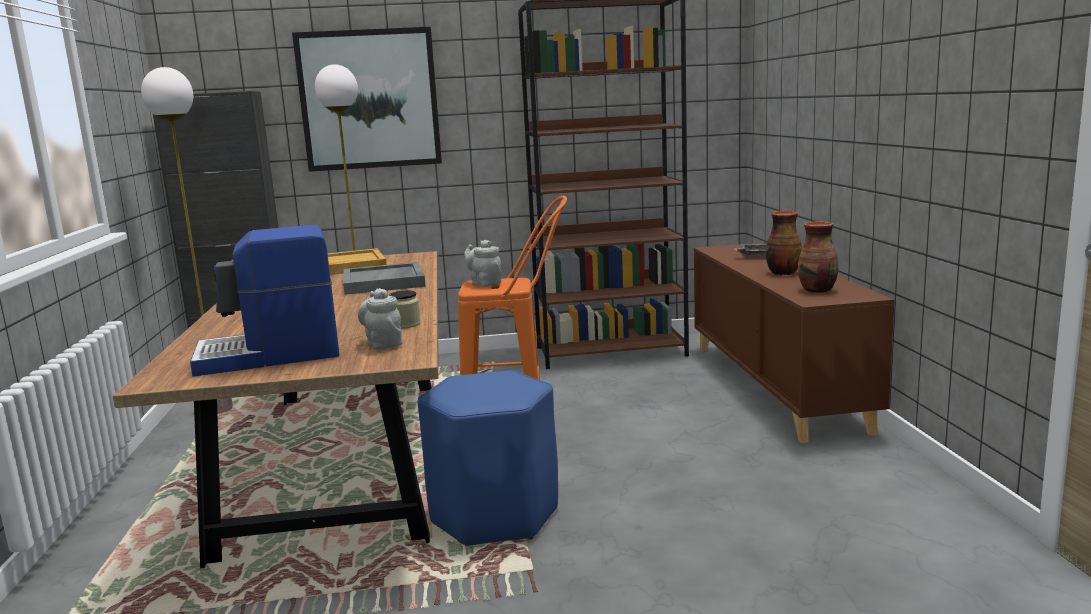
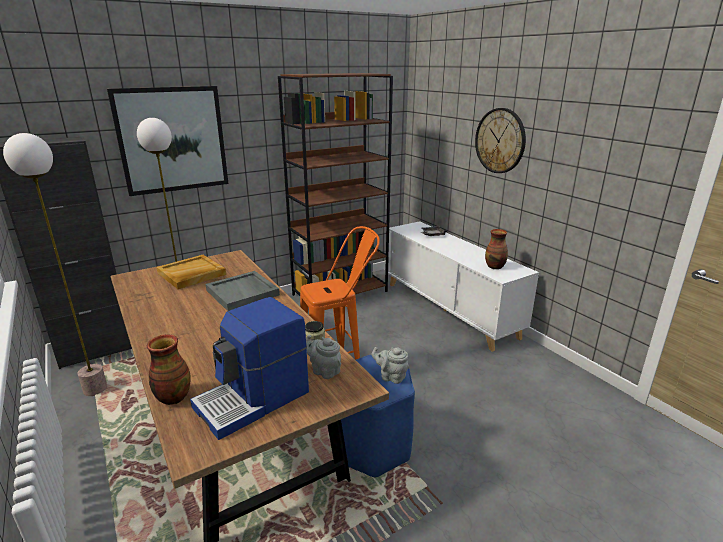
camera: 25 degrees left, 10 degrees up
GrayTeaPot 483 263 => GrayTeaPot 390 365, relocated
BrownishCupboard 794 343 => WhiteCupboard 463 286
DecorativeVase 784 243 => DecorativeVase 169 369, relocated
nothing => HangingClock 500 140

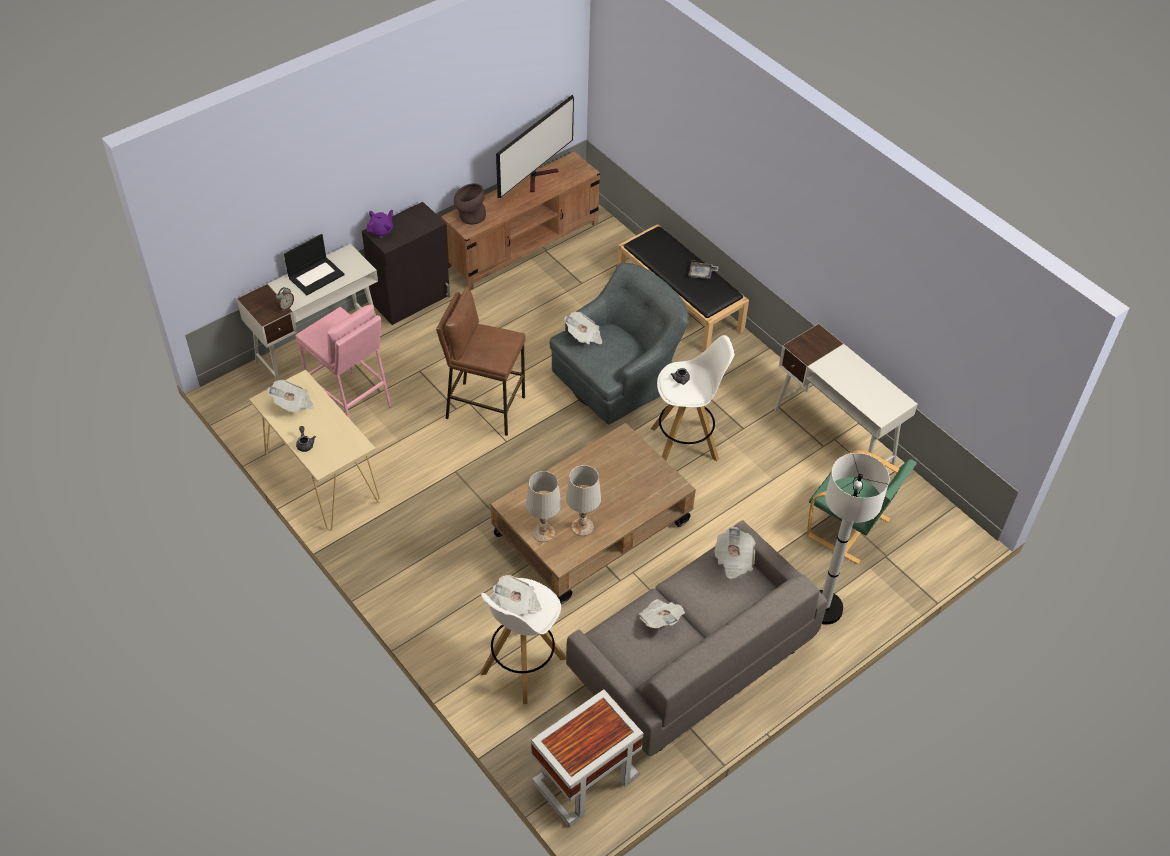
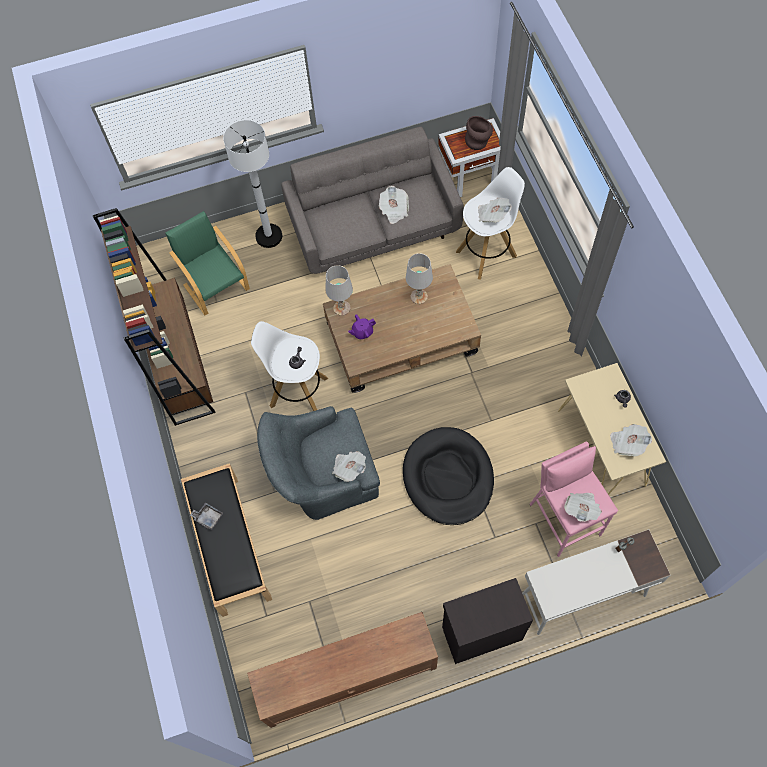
camera: 155 degrees left, 15 degrees up
NotebookComputer 314 264 => nothing
PurpleColouredTeaPot 380 224 => PurpleColouredTeaPot 362 326, relocated
BrownishStool 481 361 => BlackColouredDogCushion 448 476
BrownishDecorativeVase 470 203 => BrownishDecorativeVase 479 133, relocated
Tv 535 146 => nothing
WhiteLampForATable 543 506 => WhiteLampForATable 339 290, relocated
DailyPaper 735 553 => DailyPaper 583 507, relocated
WhiteDesk 846 394 => BrownishBookshelf 154 317

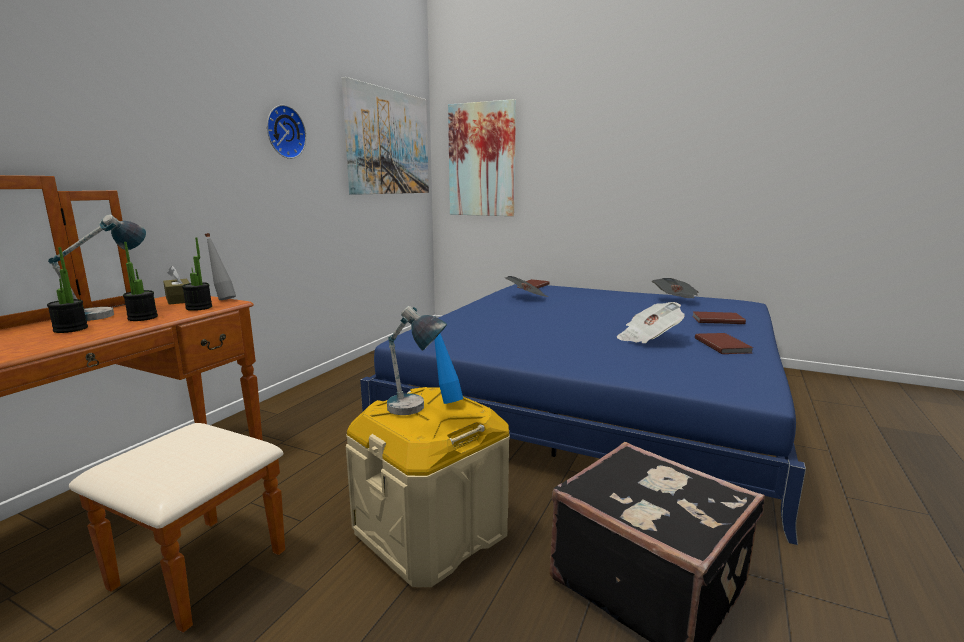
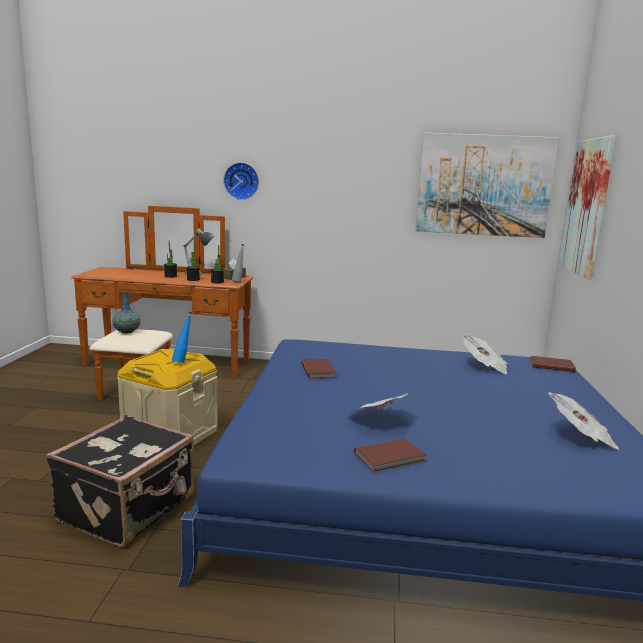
camera: 70 degrees right, 0 degrees up
HangingClock 286 132 => HangingClock 241 181, relocated
LampForATable 417 360 => nothing
BrownishBook 719 317 => BrownishBook 318 369, relocated
nothing => DecorativeVase 126 312

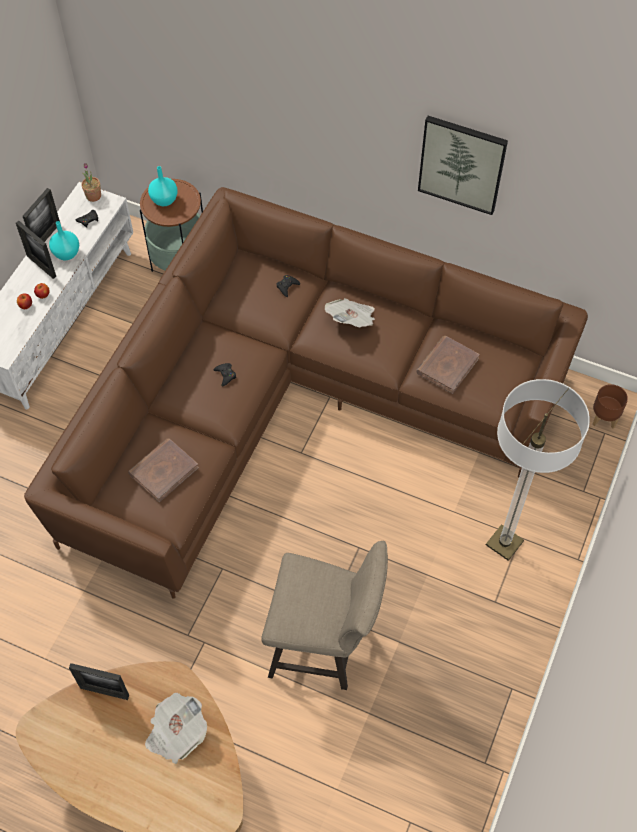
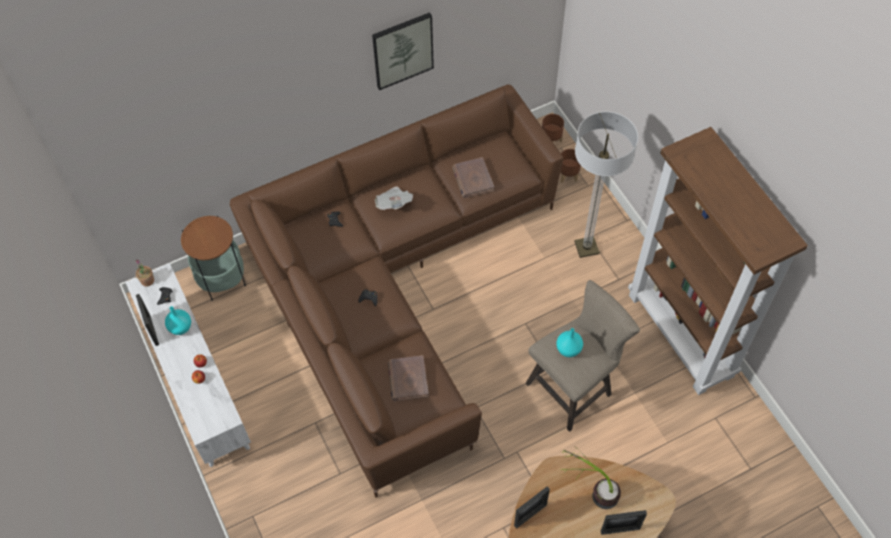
camera: 50 degrees left, 0 degrees up
PictureFrame 36 250 => PictureFrame 624 522, relocated
DailyPaper 176 728 => PlantInAPot 590 477
BlueGreenDecorativeVase 163 186 => BlueGreenDecorativeVase 569 342, relocated
nothing => BrownishFlowerPot 570 166
nothing => BrownishBookshelf 718 261

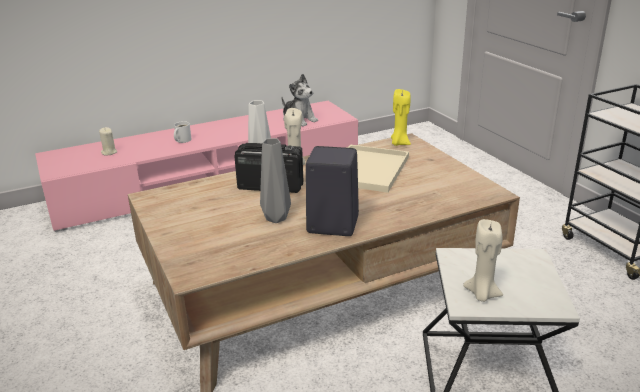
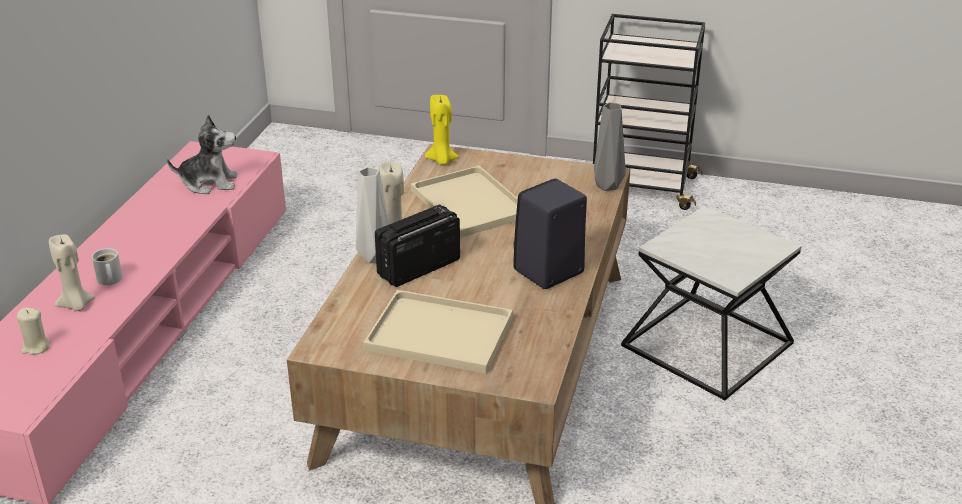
camera: 50 degrees left, 5 degrees up
GrayDecorativeVase 275 180 => GrayDecorativeVase 610 146, relocated
BeigeColouredWaxCandle 483 260 => BeigeColouredWaxCandle 72 272, relocated
nothing => BeigeColouredTray 438 331

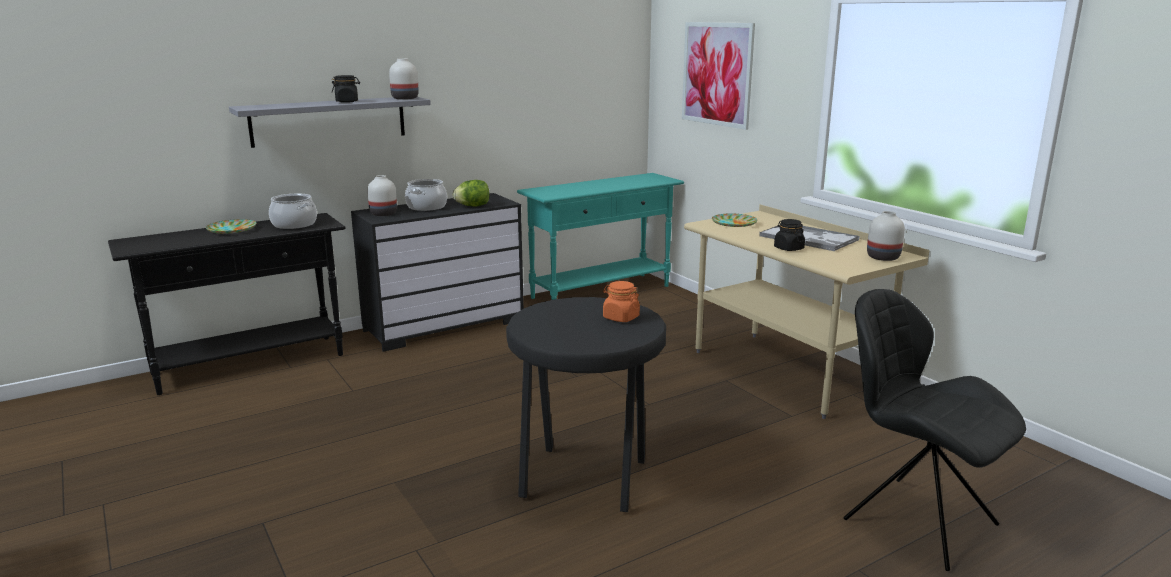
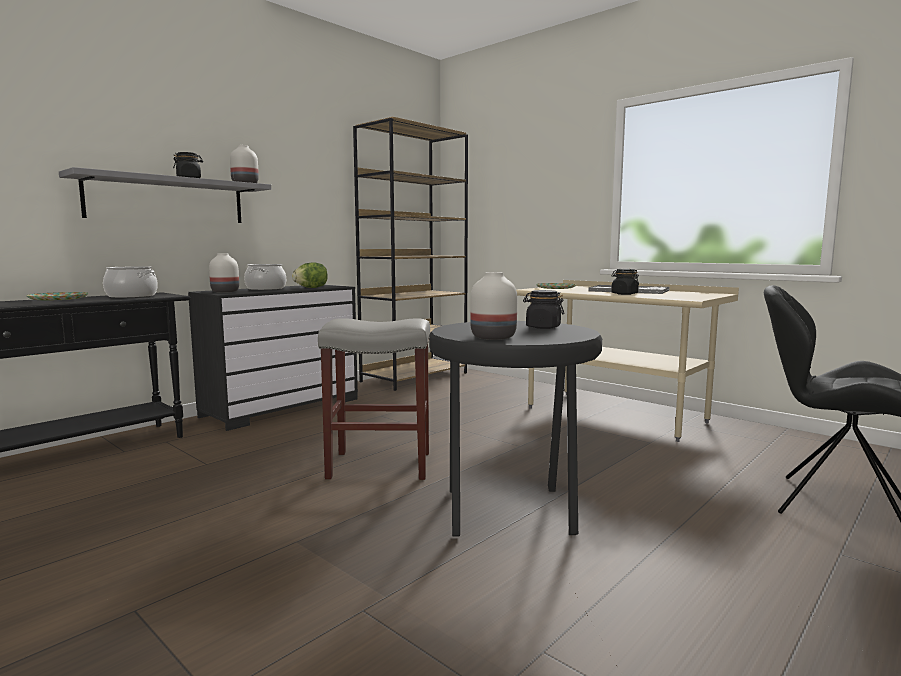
camera: 15 degrees left, 10 degrees down
BlueGreenNarrowTable 600 236 => BrownishBookshelf 410 254
OrangeColouredStorageJar 621 301 => BlackColouredStorageJar 543 309
Picture 718 76 => nothing
WhiteDecorativeVase 886 236 => WhiteDecorativeVase 493 306, relocated
nothing => GrayStool 374 399

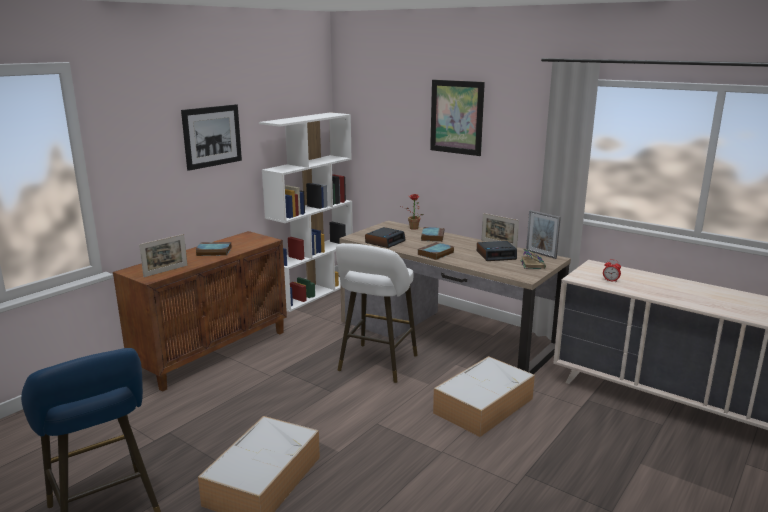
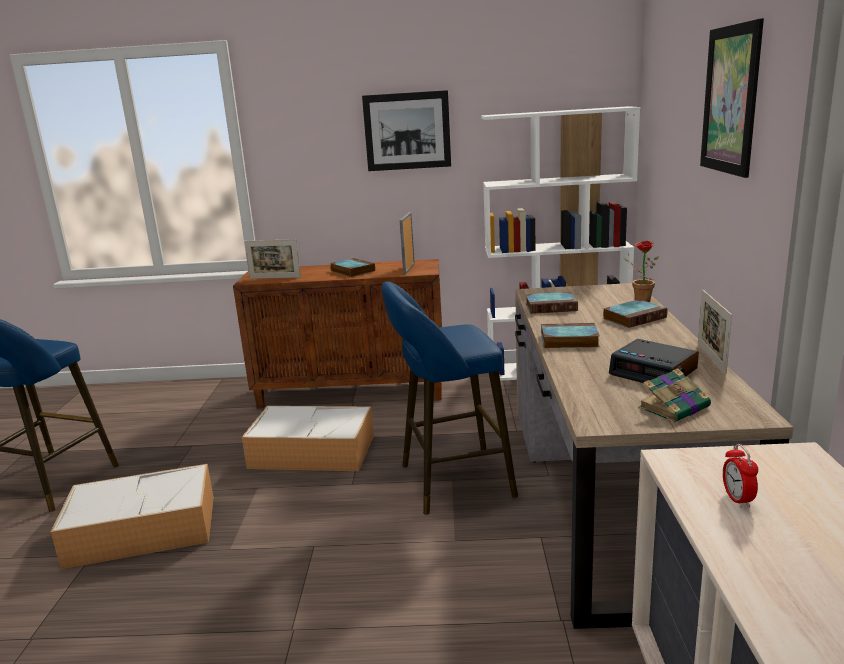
camera: 55 degrees right, 0 degrees up
WhiteStool 377 313 => BlueColouredStool 450 398
TableClock 385 237 => Book 551 303
StorageBin 484 396 => StorageBin 308 438, relocated
PictureFrame 543 234 => PictureFrame 407 243, relocated

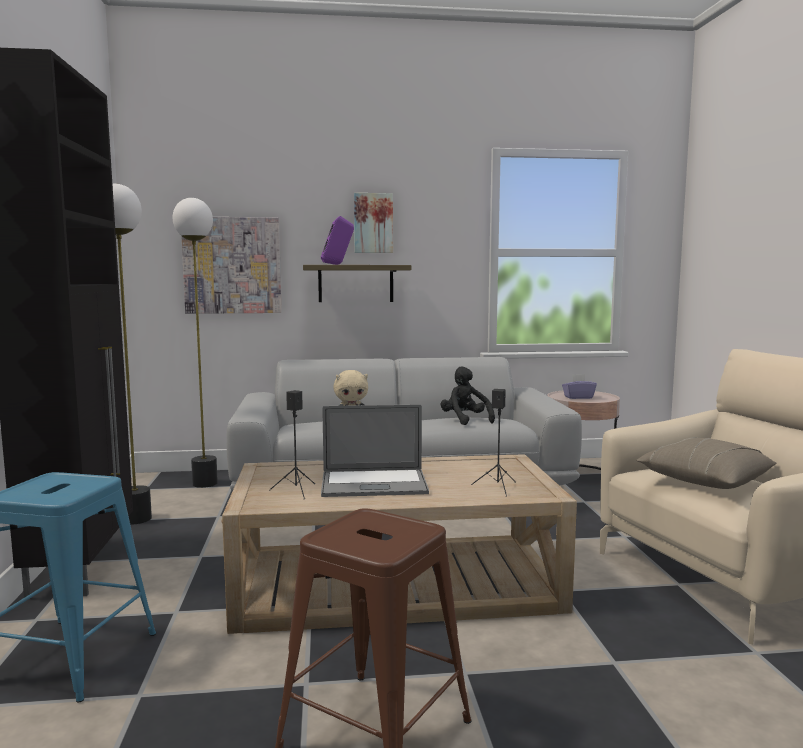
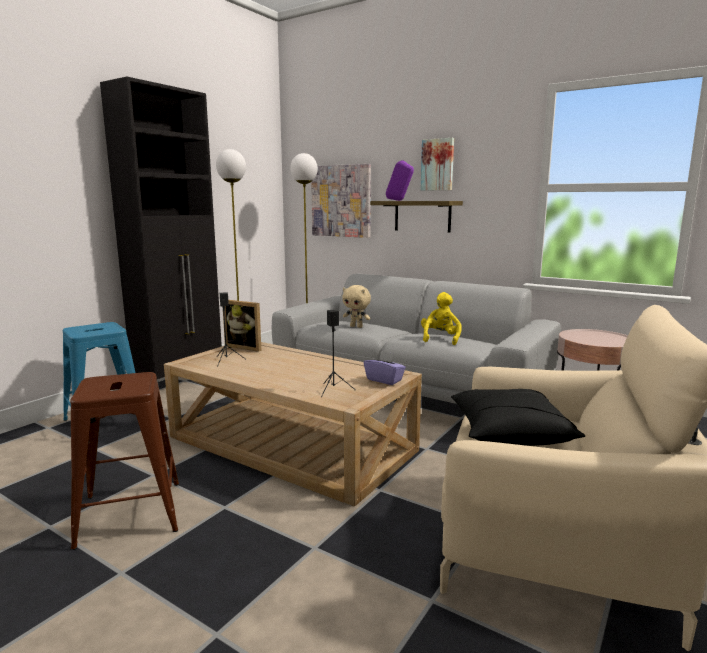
camera: 40 degrees right, 5 degrees up
NotebookComputer 375 450 => nothing
BlackColouredSoftToy 468 395 => YellowSoftToy 441 318
PurpleColouredBoxOfTissues 579 386 => PurpleColouredBoxOfTissues 385 368, relocated
BeigeColouredCushion 706 463 => BlackColouredCushion 518 417
nothing => PictureFrame 242 326

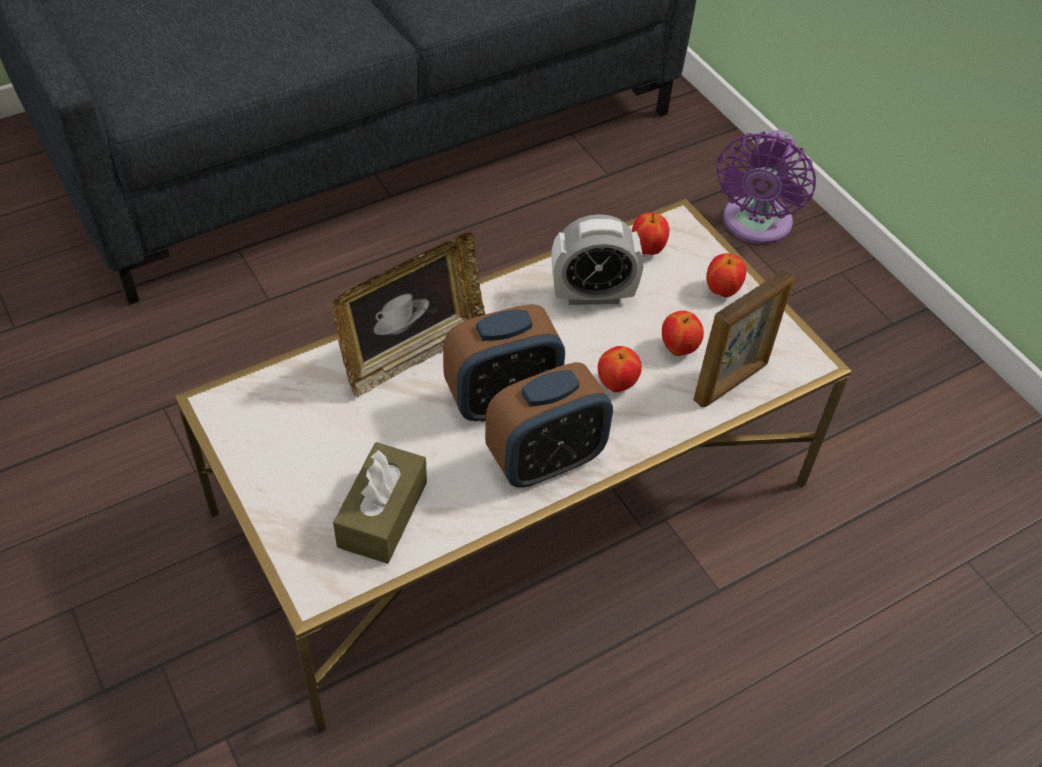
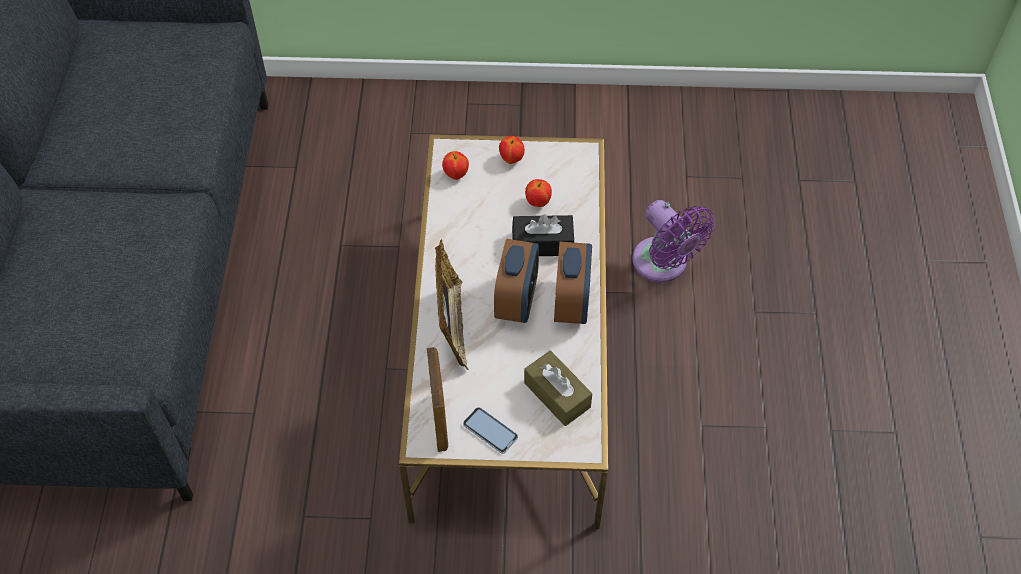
camera: 55 degrees left, 5 degrees up
TableClock 597 259 => nothing
Apple 620 369 => BlackColouredBoxOfTissues 543 235
PictureFrame 743 338 => PictureFrame 437 399, relocated
PurpleColouredFan 766 187 => PurpleColouredFan 673 241, relocated
nothing => Phone 490 430

